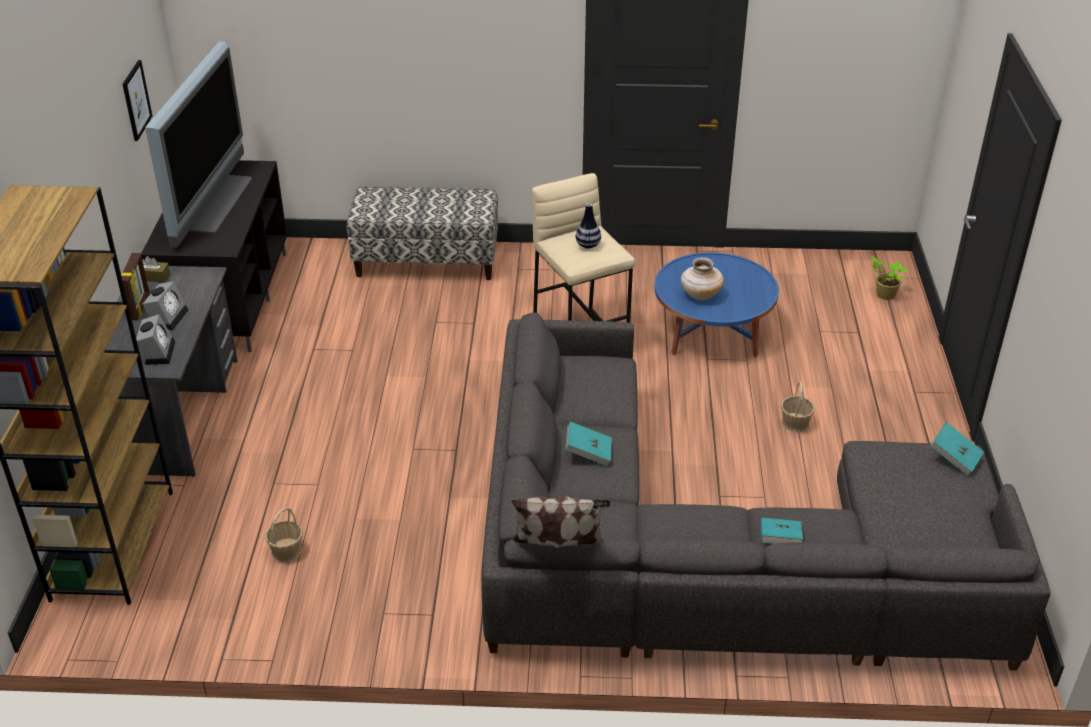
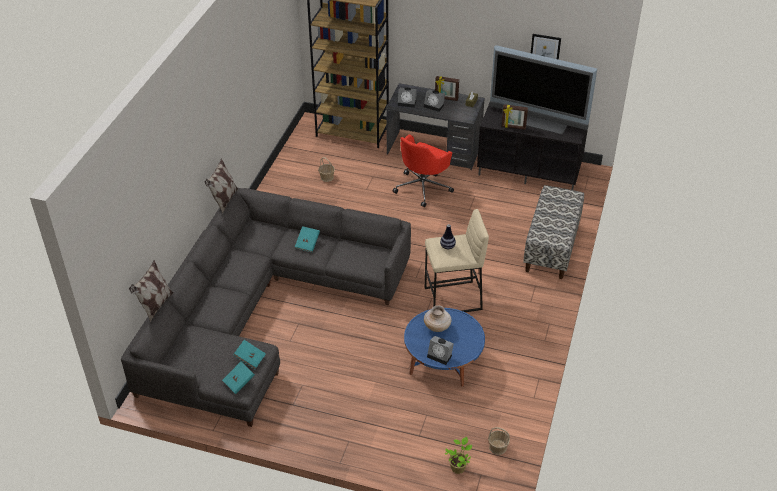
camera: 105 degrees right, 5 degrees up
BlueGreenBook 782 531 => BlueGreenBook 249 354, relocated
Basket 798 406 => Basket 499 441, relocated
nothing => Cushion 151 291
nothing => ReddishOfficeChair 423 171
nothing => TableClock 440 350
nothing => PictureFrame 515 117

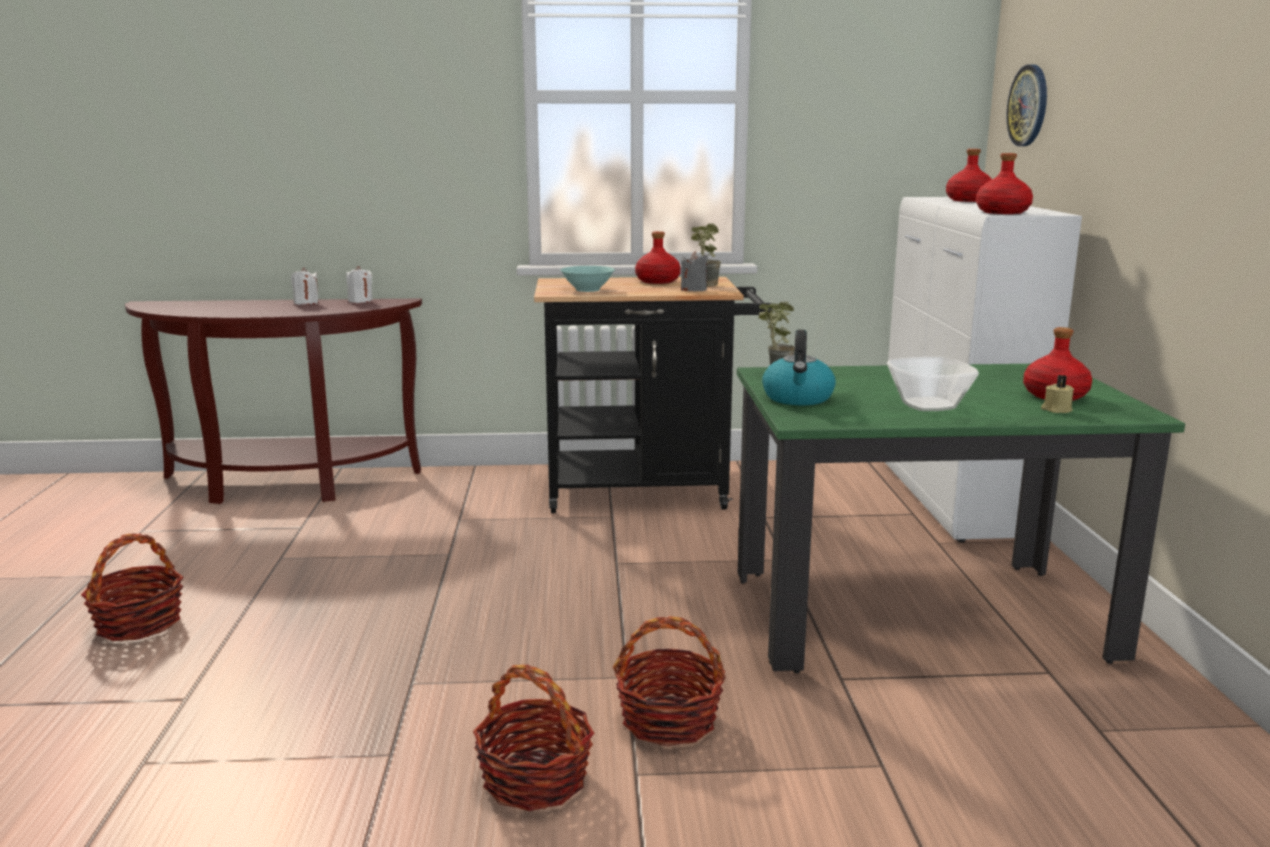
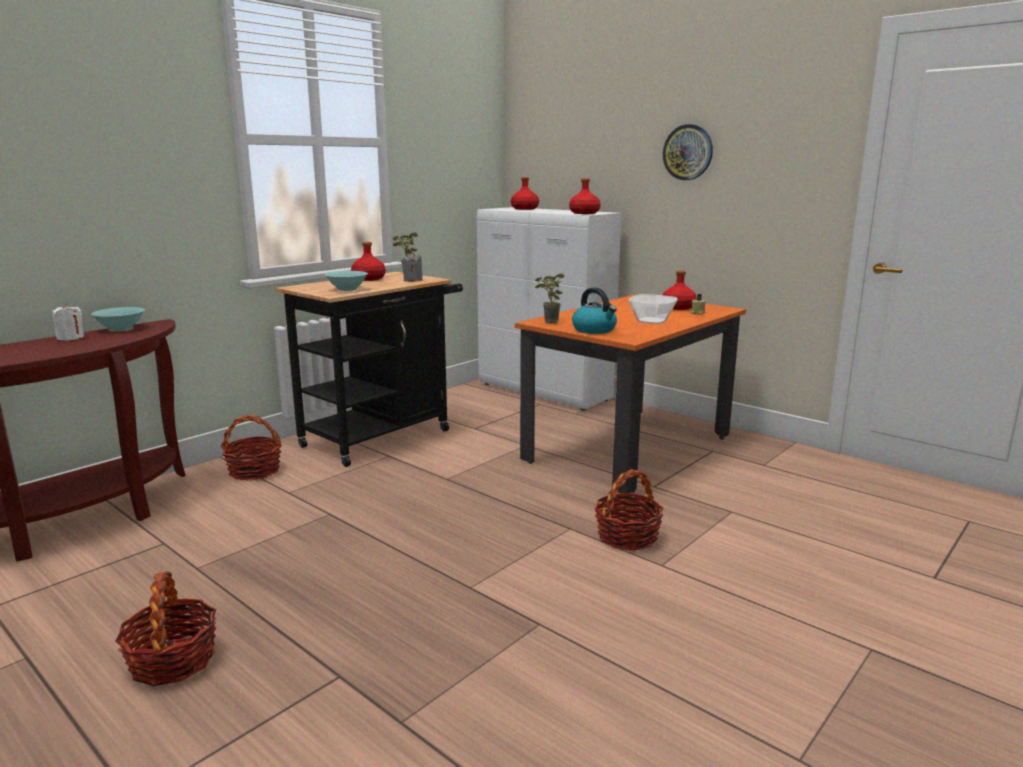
camera: 45 degrees left, 0 degrees up
WhiteWaxCandle 359 284 => BlueGreenDeepDish 118 319
Basket 533 738 => Basket 251 448, relocated
GreenishKitchenTable 961 518 => OrangeColouredKitchenTable 630 393
HangingClock 1026 105 => HangingClock 688 152, relocated

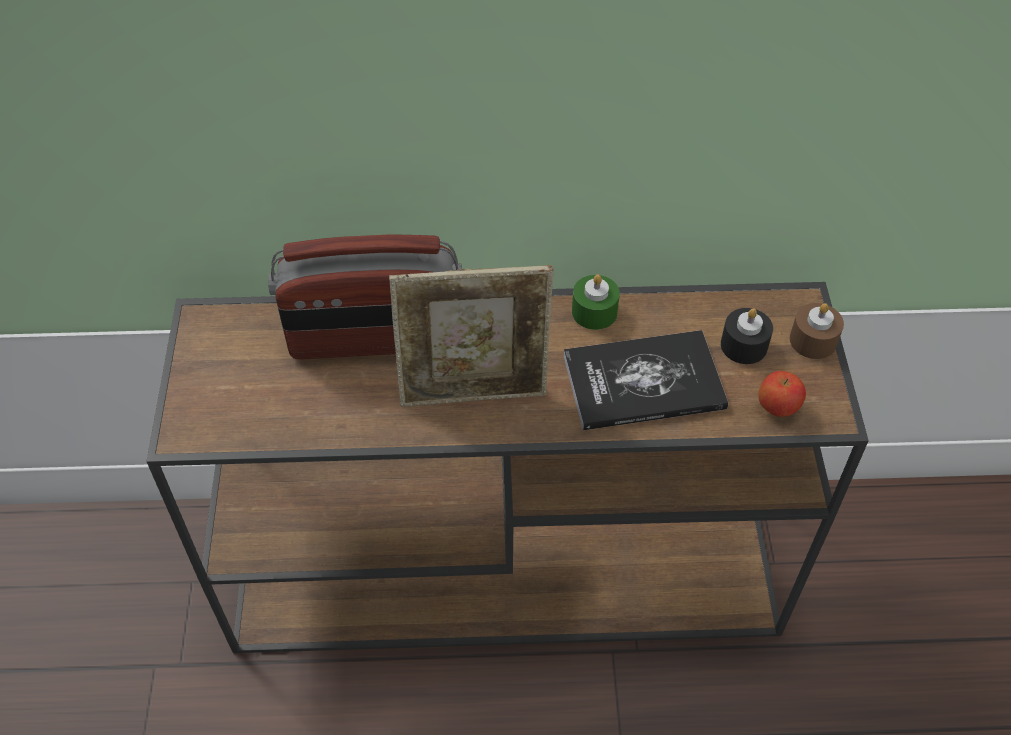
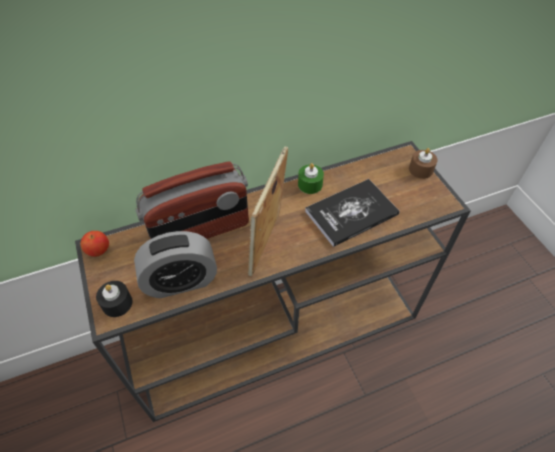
camera: 20 degrees left, 0 degrees up
PictureFrame 471 336 => PictureFrame 268 211, 135 degrees clockwise
BlackColouredWaxCandle 747 336 => BlackColouredWaxCandle 114 299, relocated
Apple 782 394 => Apple 94 244, relocated
nothing => TableClock 175 264

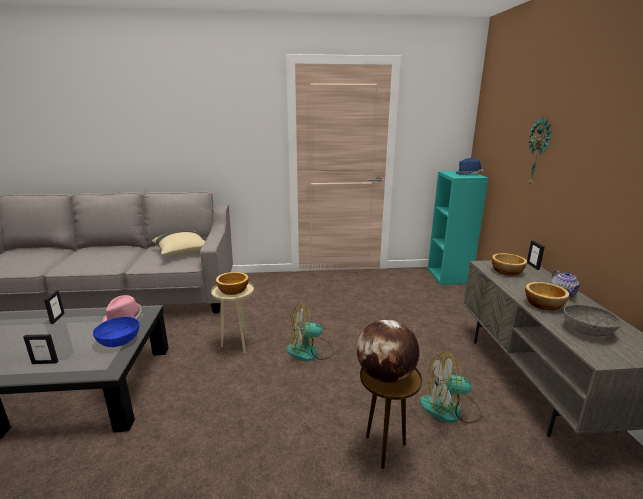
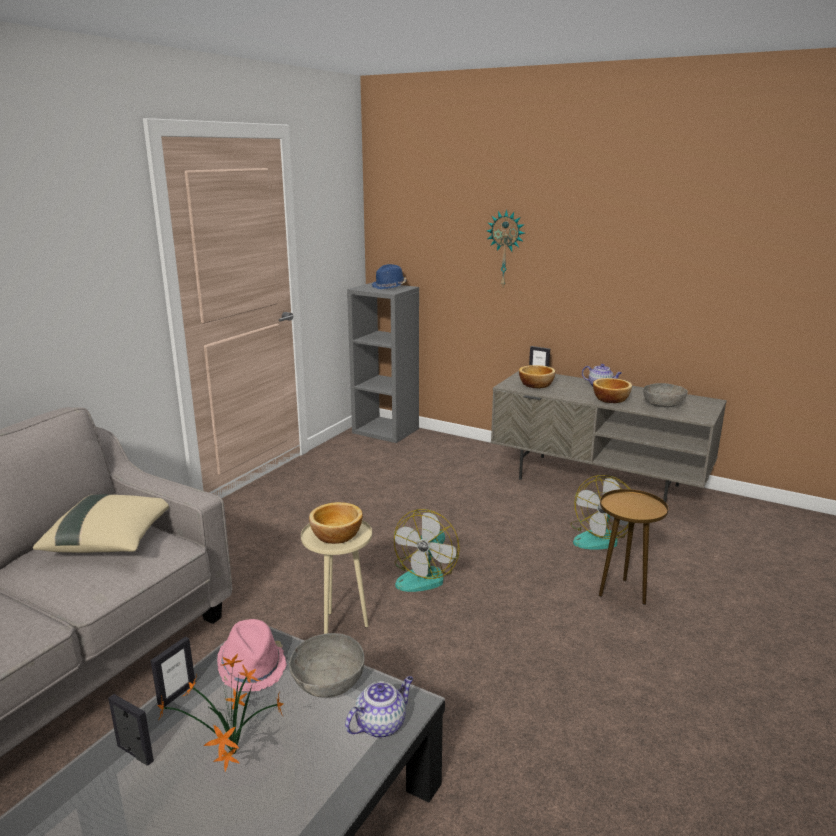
camera: 55 degrees left, 0 degrees up
PictureFrame 40 349 => PictureFrame 173 672, relocated
BlueColouredDeepDish 116 332 => GrayDeepDish 327 665
DeskGlobe 388 351 => nothing
BlueGreenBookshelf 458 228 => GrayBookshelf 383 362
nothing => PlantInAPot 220 712
nothing => TeaPot 379 707

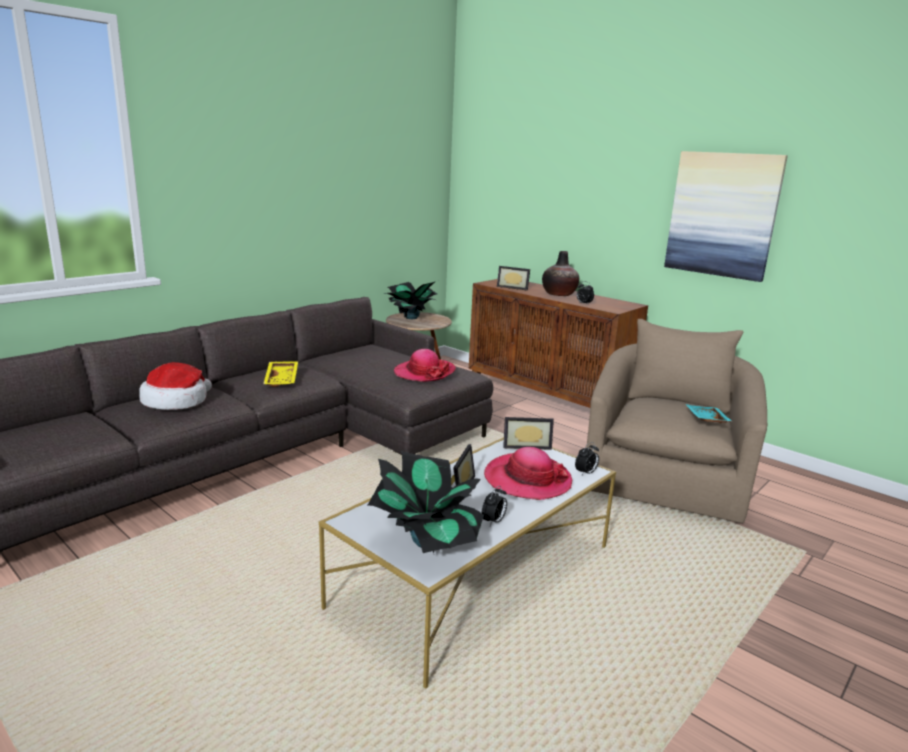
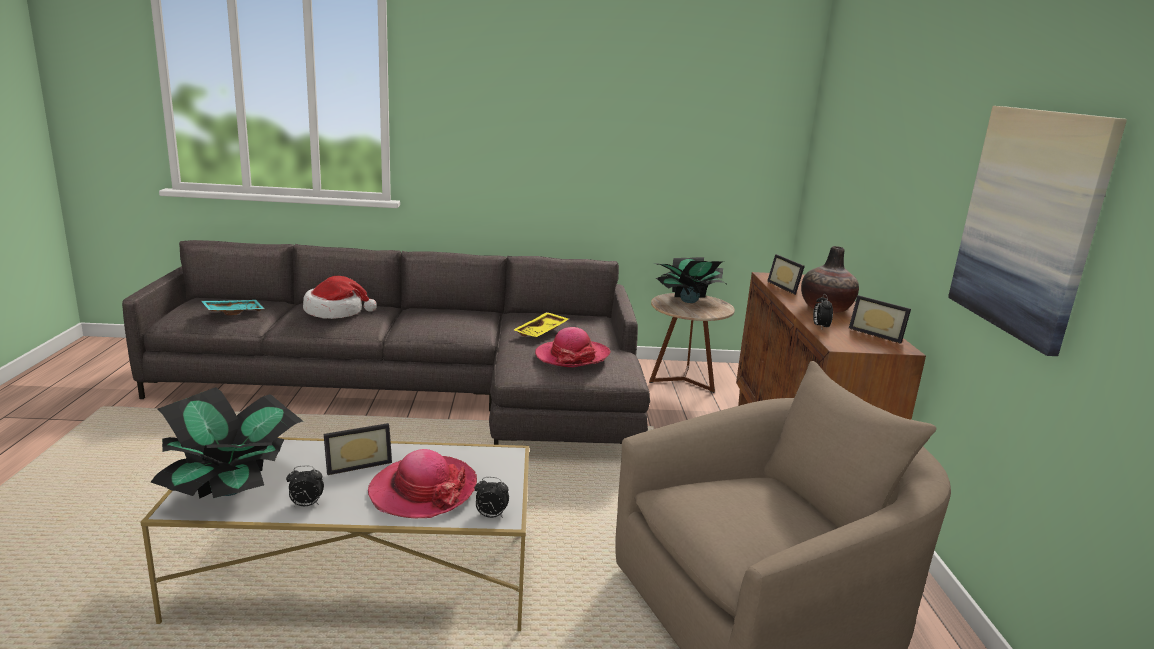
camera: 45 degrees right, 0 degrees up
YellowTray 280 374 => YellowTray 541 324, relocated
PictureFrame 528 433 => PictureFrame 880 319, relocated
BlueGreenTray 709 413 => BlueGreenTray 233 307, relocated

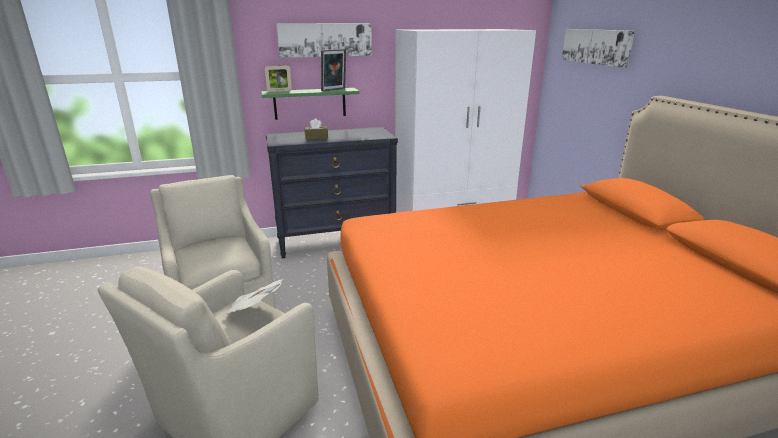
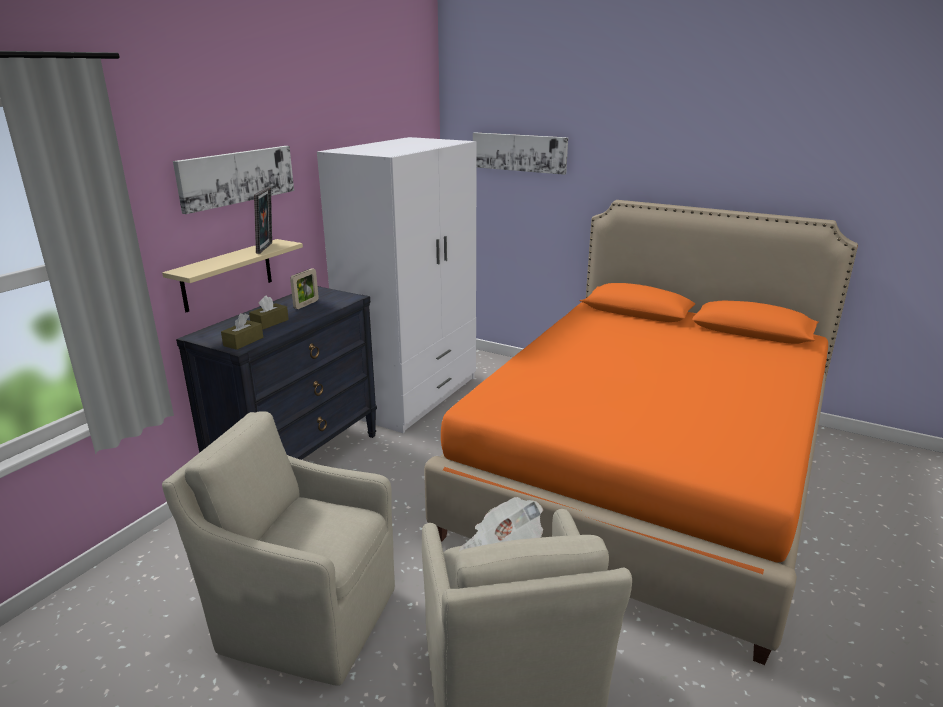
camera: 45 degrees left, 0 degrees up
GreenishWallShelf 310 104 => BeigeColouredWallShelf 232 275
PictureFrame 278 78 => PictureFrame 304 288, relocated
nothing => BrownishBoxOfTissues 242 331

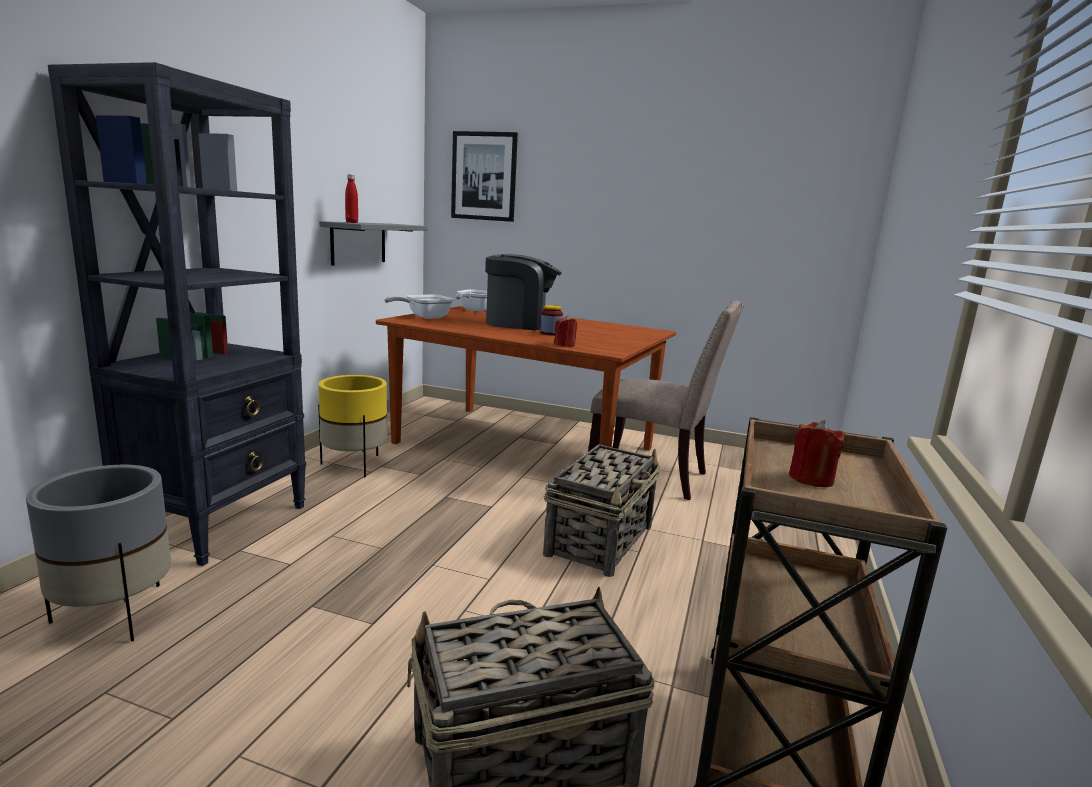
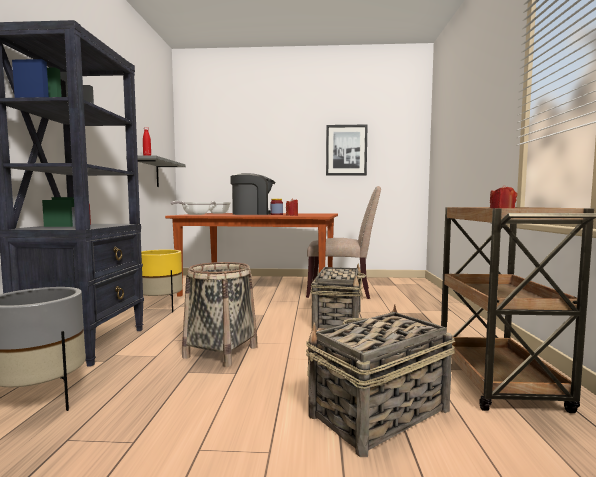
camera: 15 degrees left, 10 degrees down
Picture 484 176 => Picture 347 150, relocated
nothing => Basket 220 314

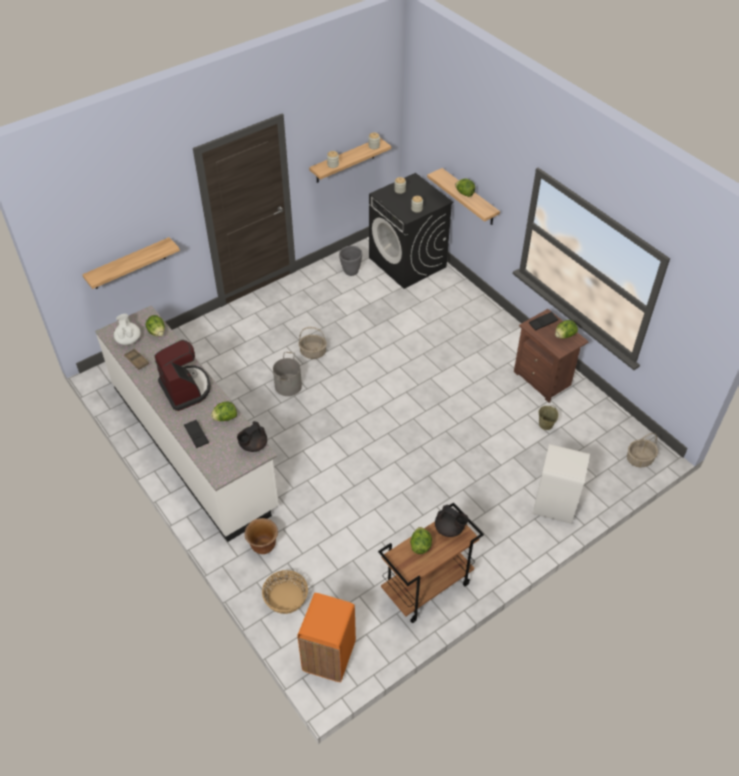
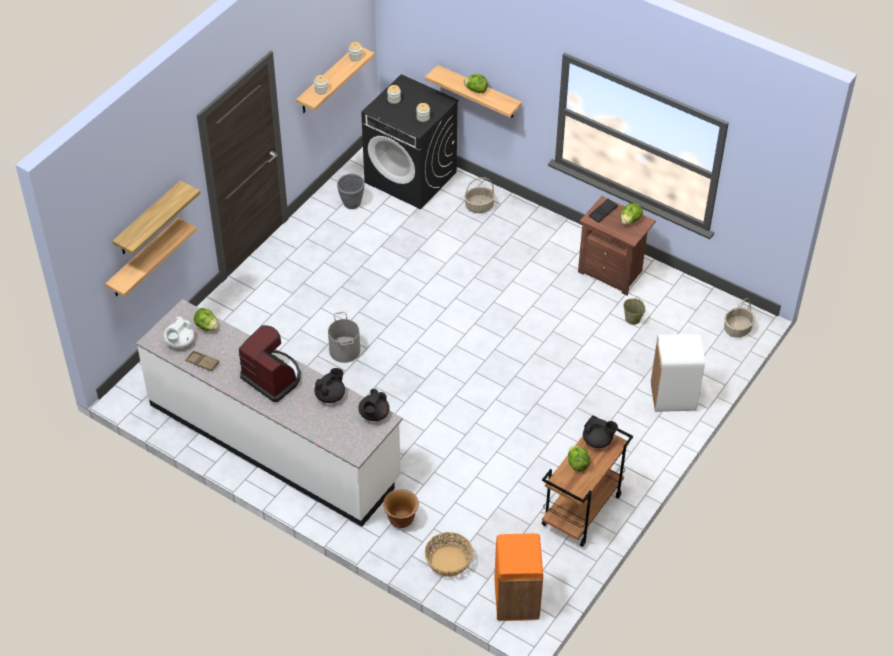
camera: 20 degrees left, 0 degrees up
WhiteTeaPot 127 329 => WhiteTeaPot 179 332, 120 degrees counterclockwise
BlackColouredTray 196 434 => nothing
Lettuce 224 411 => BlackColouredTeaPot 329 385
Basket 313 343 => Basket 479 195, relocated
nothing => WallShelf 156 217

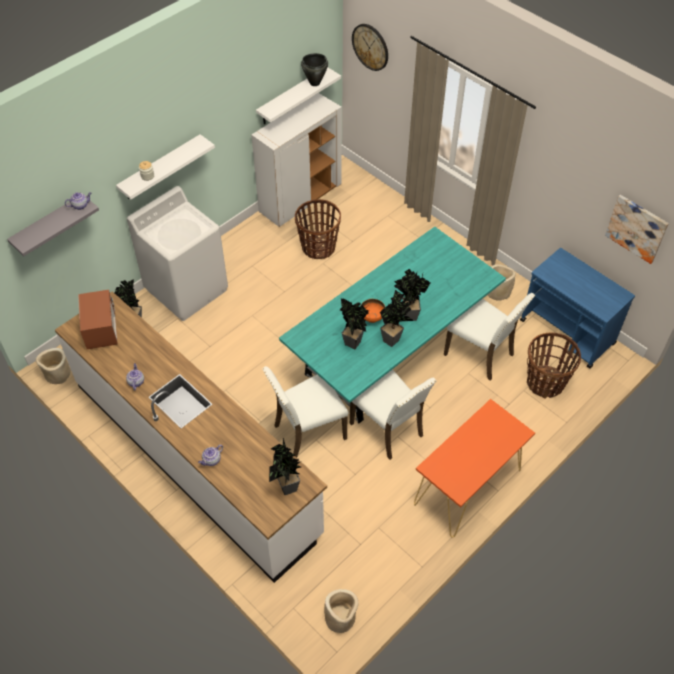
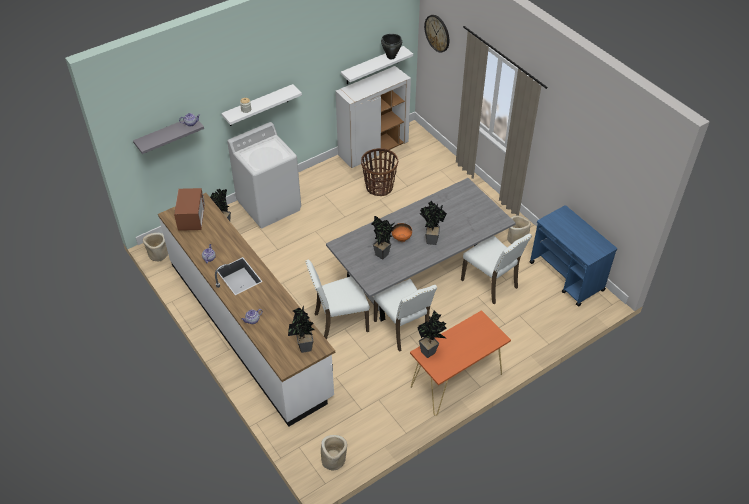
camera: 10 degrees right, 5 degrees down
BlueGreenKitchenTable 392 325 => GrayKitchenTable 421 250
PlantInAPot 397 318 => PlantInAPot 432 334, relocated
Basket 554 366 => nothing
Picture 637 229 => nothing

